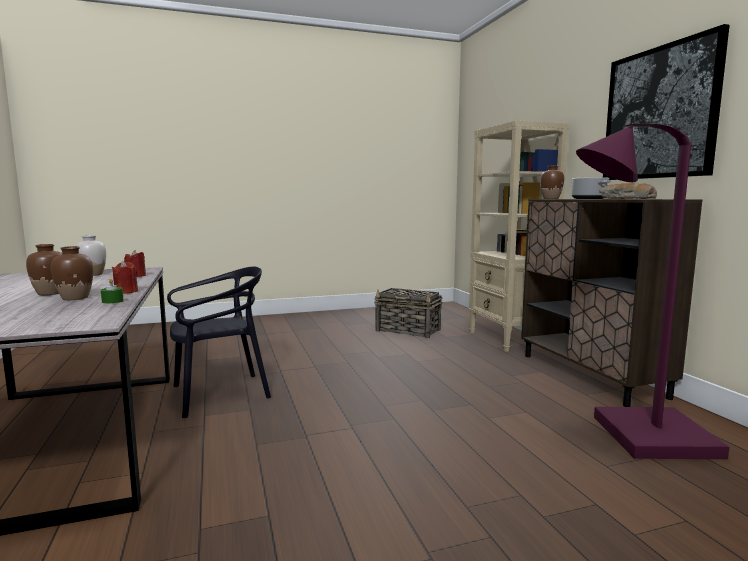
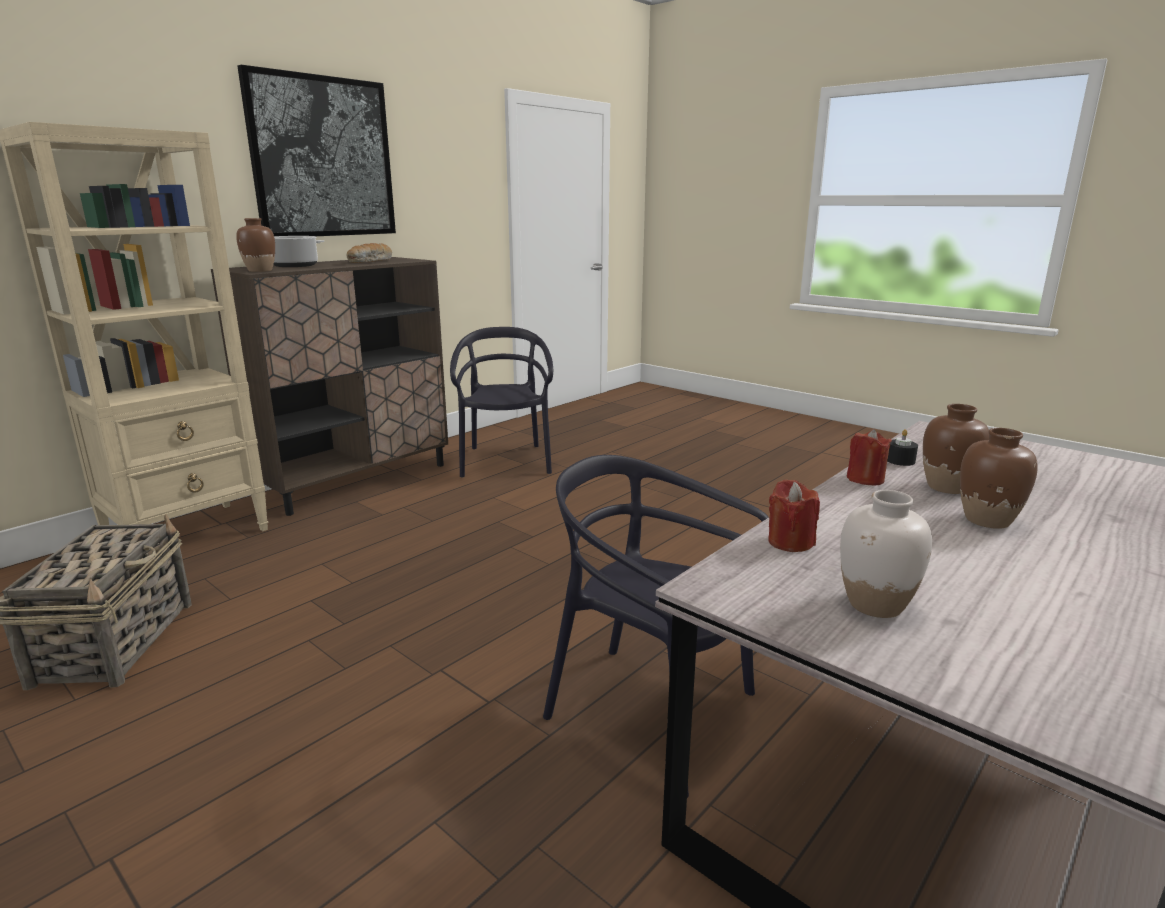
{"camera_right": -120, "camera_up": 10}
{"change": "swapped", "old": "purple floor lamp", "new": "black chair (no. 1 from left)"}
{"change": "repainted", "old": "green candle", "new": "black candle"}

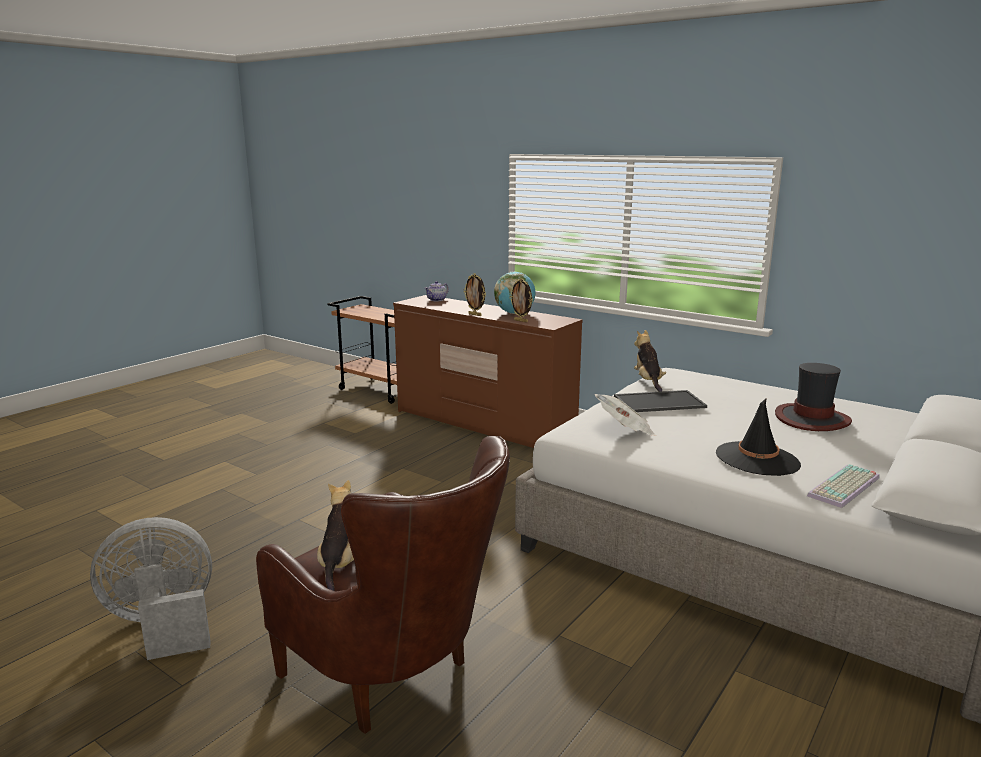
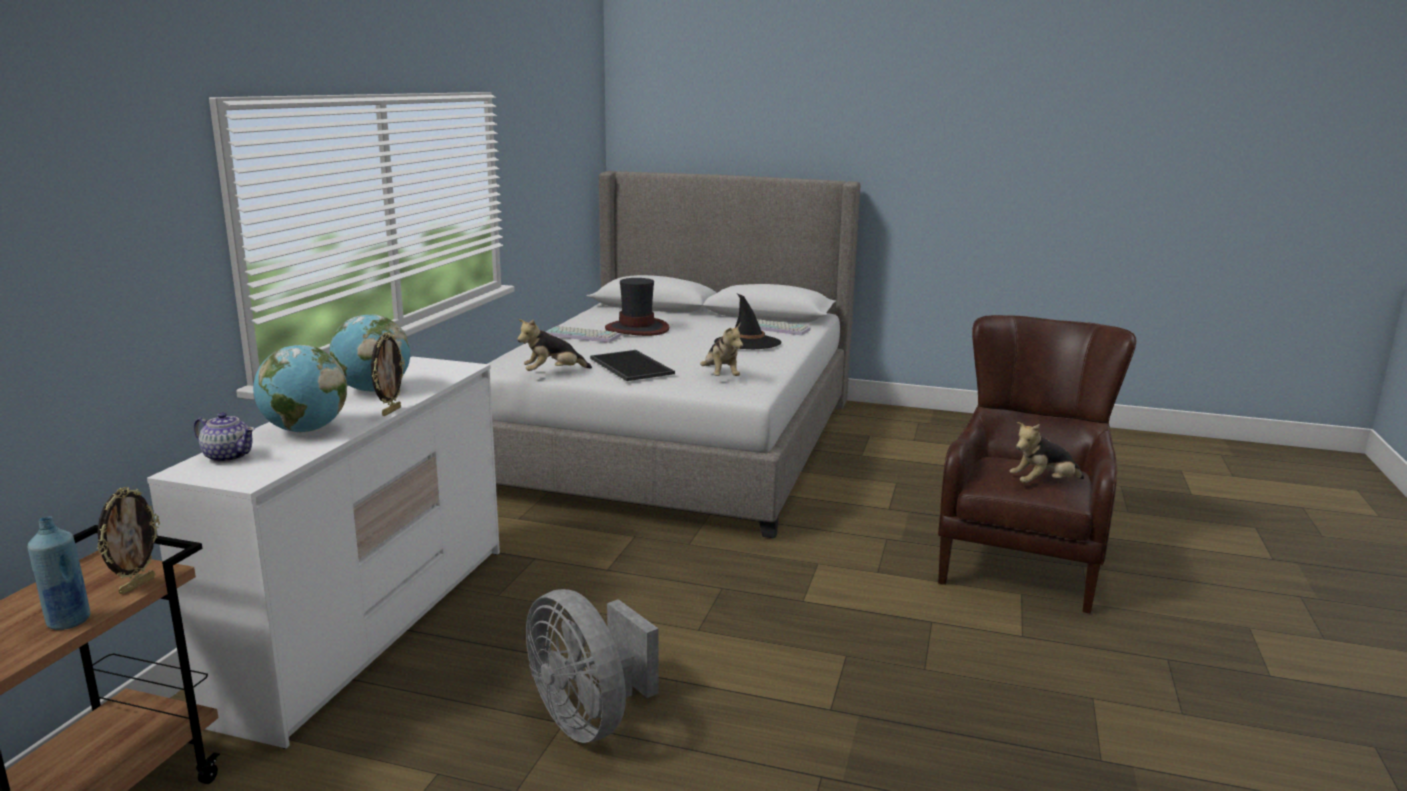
{"camera_right": -110, "camera_up": 0}
{"change": "shifted", "old": "picture frame (no. 2 from left in the first image)", "new": "picture frame (no. 1 from left)"}
{"change": "repainted", "old": "brown dresser", "new": "white dresser"}
{"change": "swapped", "old": "newspaper", "new": "plush toy (no. 2 from left)"}
{"change": "shifted", "old": "grey fan"}
{"change": "new", "new": "keyboard (no. 1 from left)"}
{"change": "new", "new": "globe (no. 1 from left)"}
{"change": "new", "new": "blue bottle"}

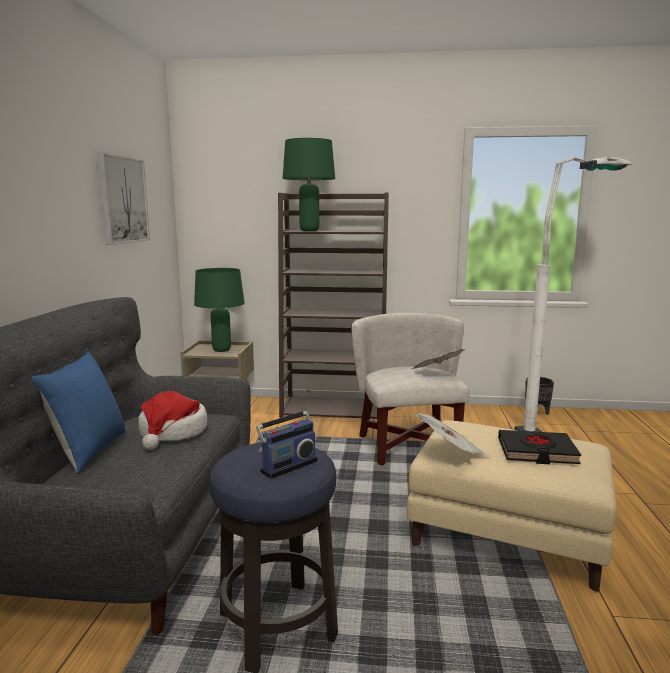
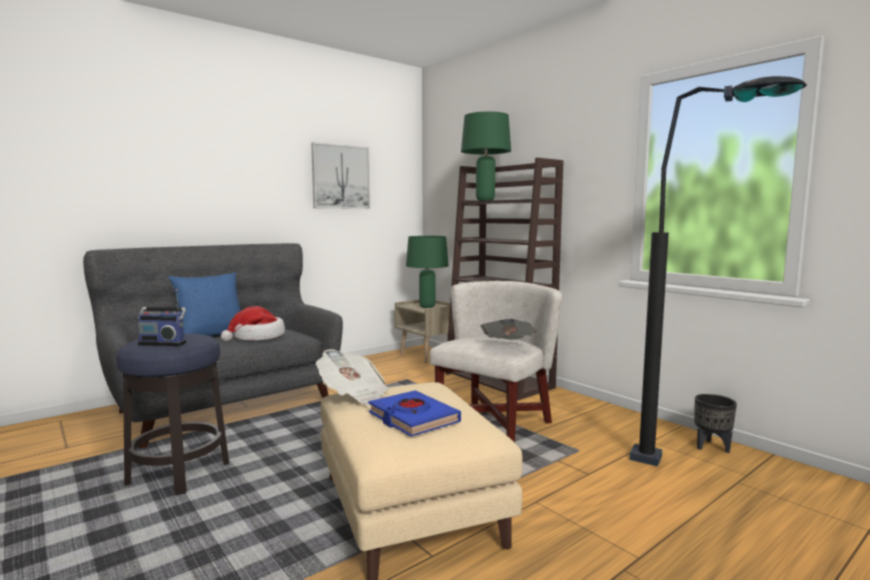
{"camera_right": 45, "camera_up": -5}
{"change": "repainted", "old": "white floor lamp", "new": "black floor lamp"}
{"change": "repainted", "old": "black book", "new": "blue book"}

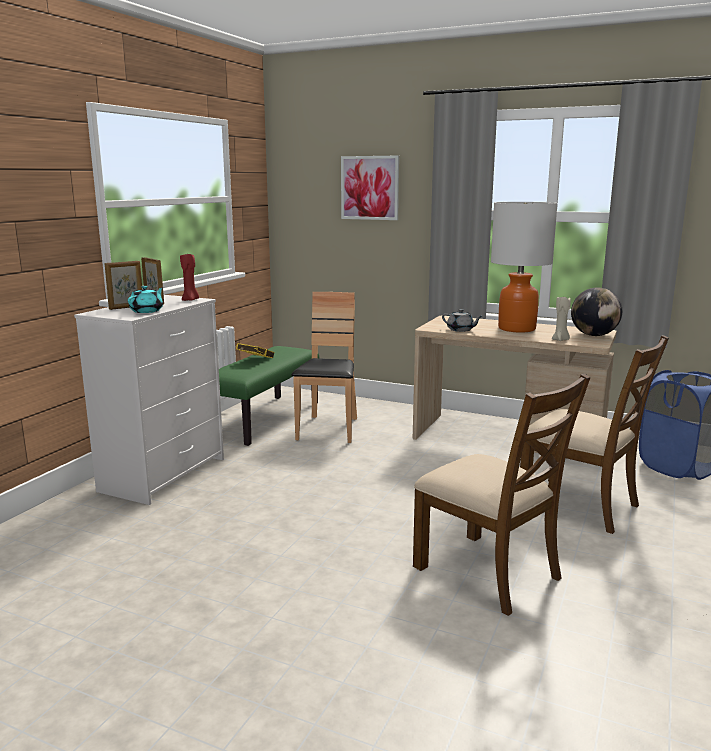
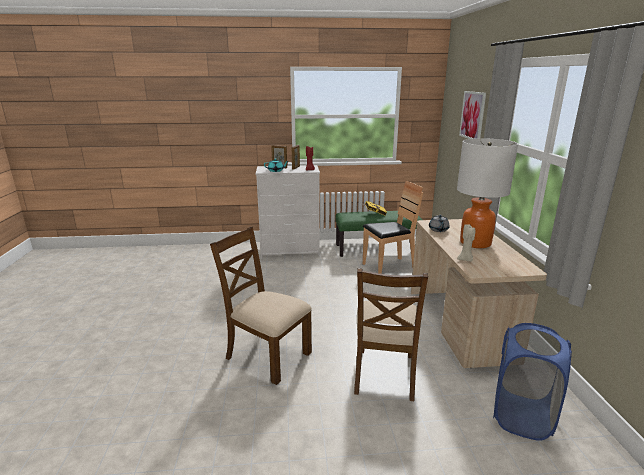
{"camera_right": 60, "camera_up": 5}
{"change": "gone", "old": "globe"}
{"change": "rotated", "old": "brown chair (no. 2 from left in the first image)", "degrees": 105}

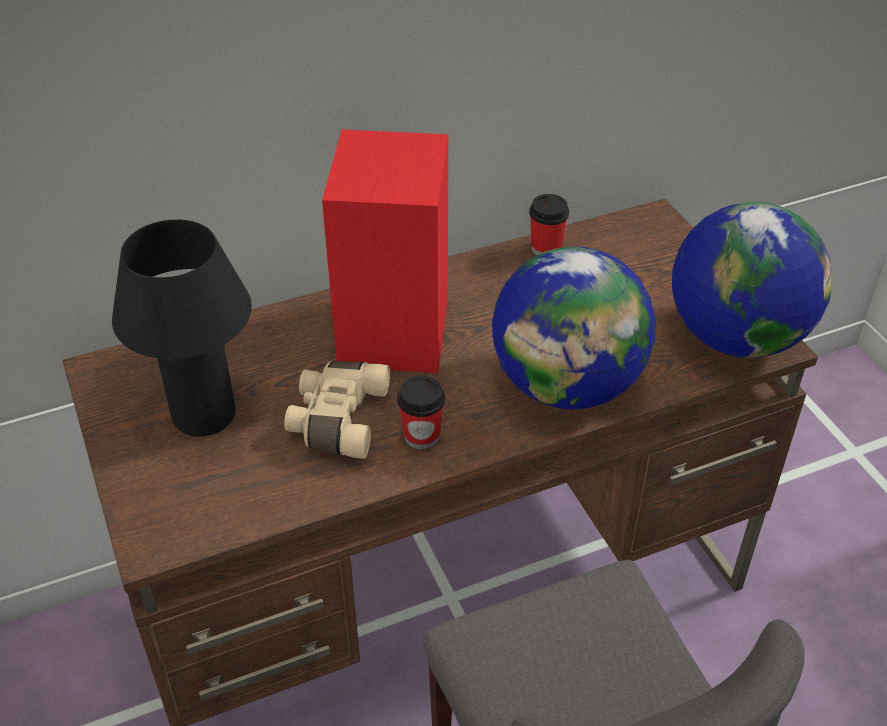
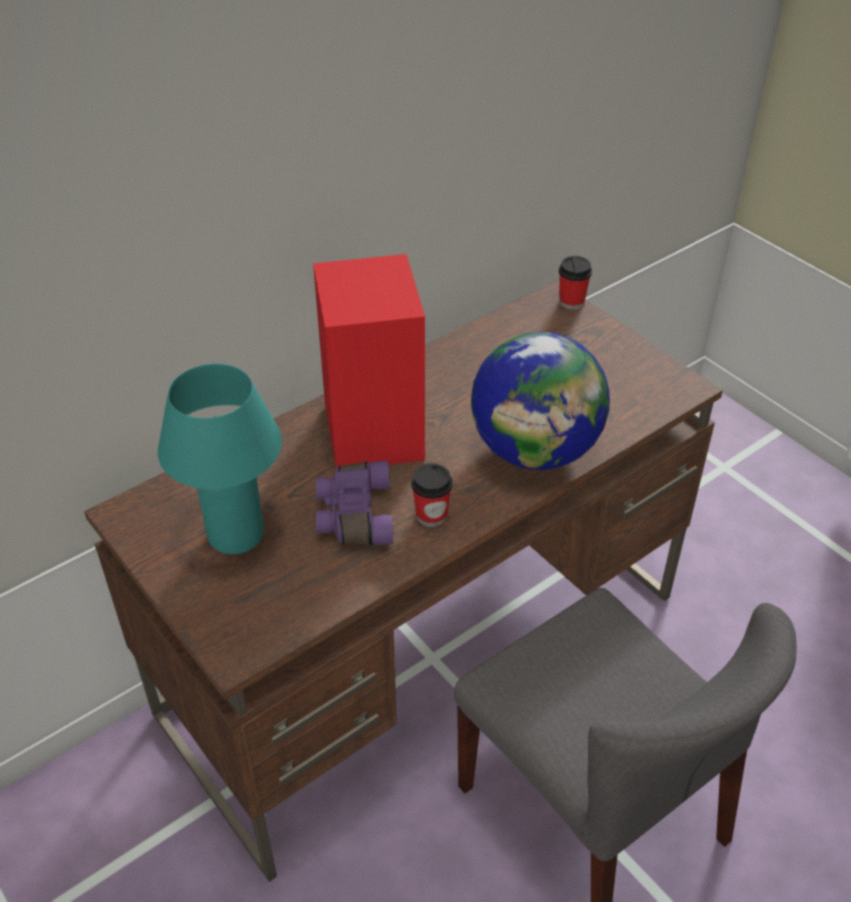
{"camera_right": -15, "camera_up": 0}
{"change": "shifted", "old": "cup (no. 2 from left)"}
{"change": "gone", "old": "globe (no. 2 from left)"}
{"change": "repainted", "old": "black table lamp", "new": "turquoise table lamp"}
{"change": "repainted", "old": "beige binoculars", "new": "purple binoculars"}

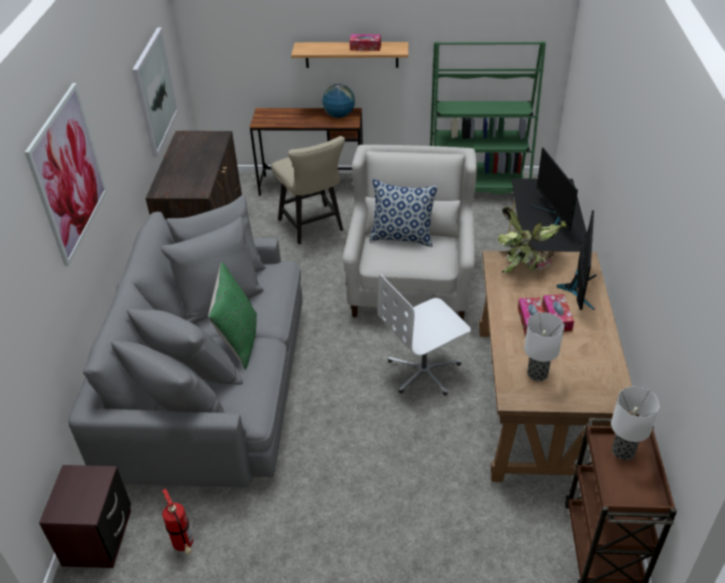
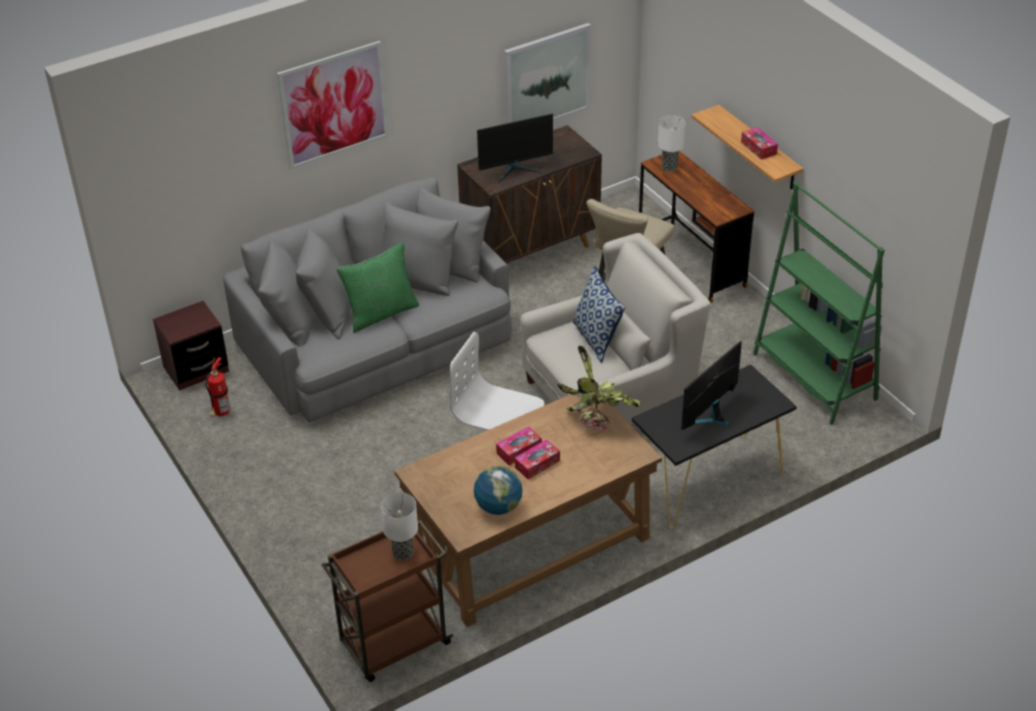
{"camera_right": 55, "camera_up": 0}
{"change": "shifted", "old": "globe"}
{"change": "shifted", "old": "monitor (no. 2 from left in the first image)", "new": "monitor (no. 1 from left)"}
{"change": "shifted", "old": "table lamp (no. 1 from left in the first image)", "new": "table lamp (no. 2 from left)"}

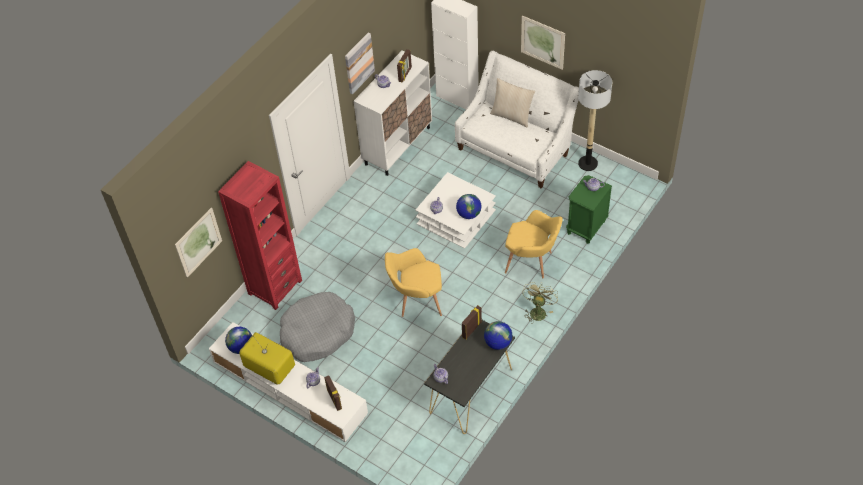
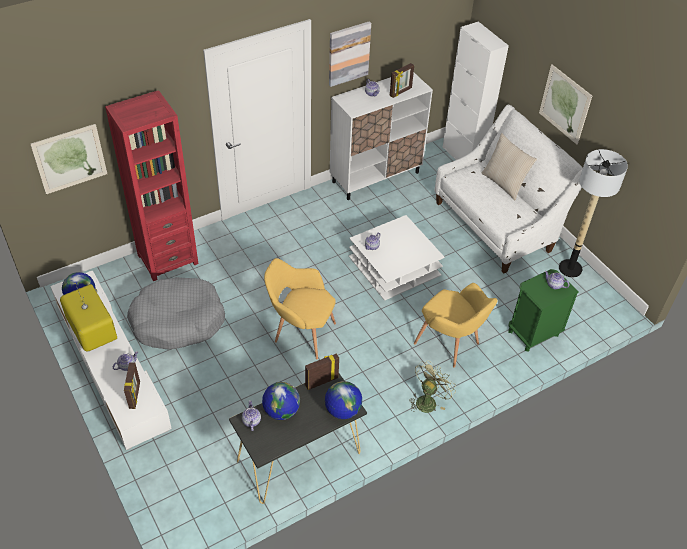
{"camera_right": 20, "camera_up": -5}
{"change": "shifted", "old": "globe (no. 2 from left)"}

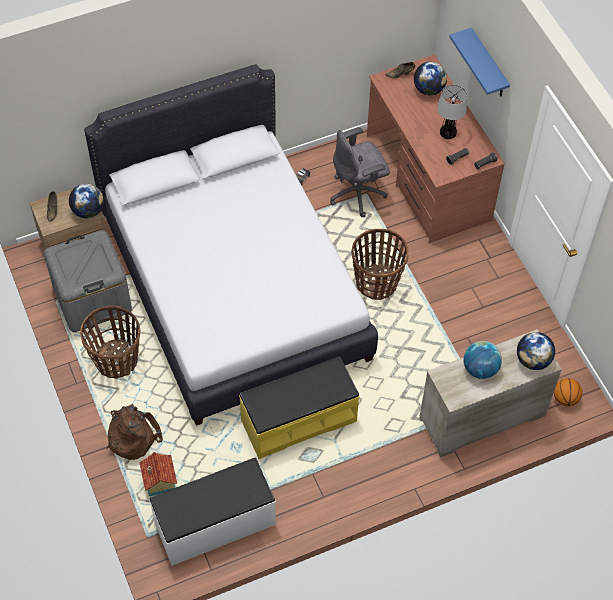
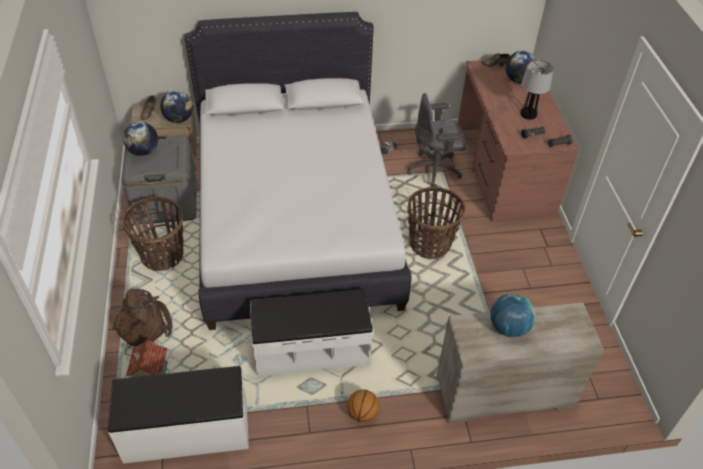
{"camera_right": 15, "camera_up": -10}
{"change": "gone", "old": "blue shelf"}
{"change": "shifted", "old": "globe (no. 4 from left in the first image)", "new": "globe (no. 1 from left)"}
{"change": "repainted", "old": "yellow bench", "new": "white bench (no. 2 from left)"}
{"change": "shifted", "old": "basketball"}

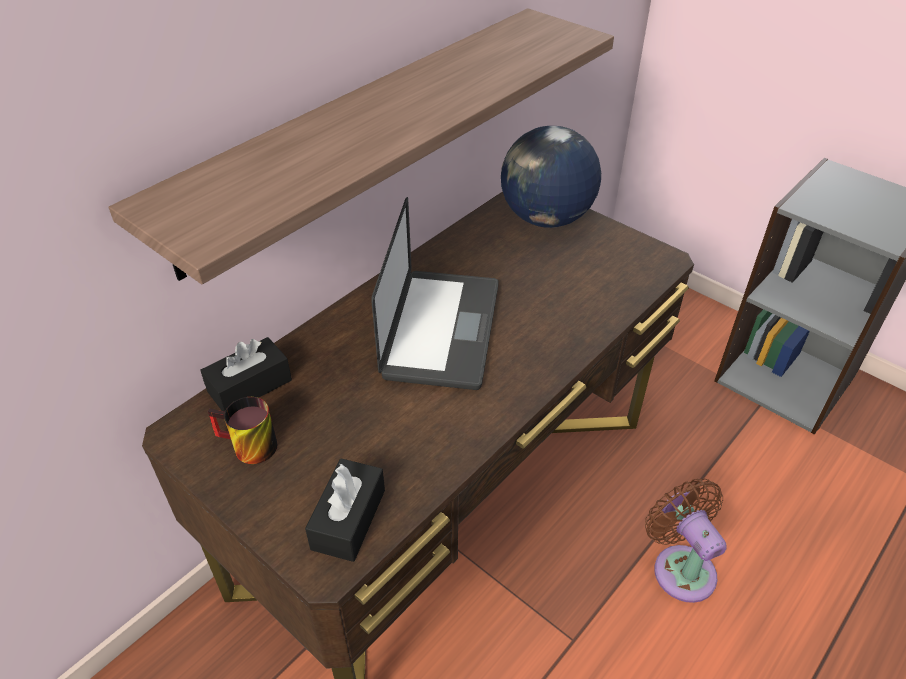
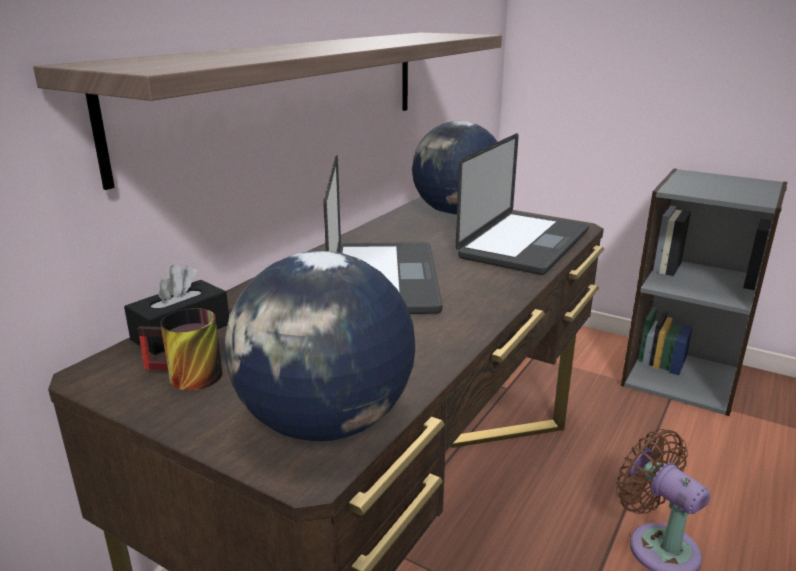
{"camera_right": -10, "camera_up": -20}
{"change": "swapped", "old": "black tissue box (no. 2 from left)", "new": "globe (no. 1 from left)"}
{"change": "new", "new": "laptop (no. 2 from left)"}

